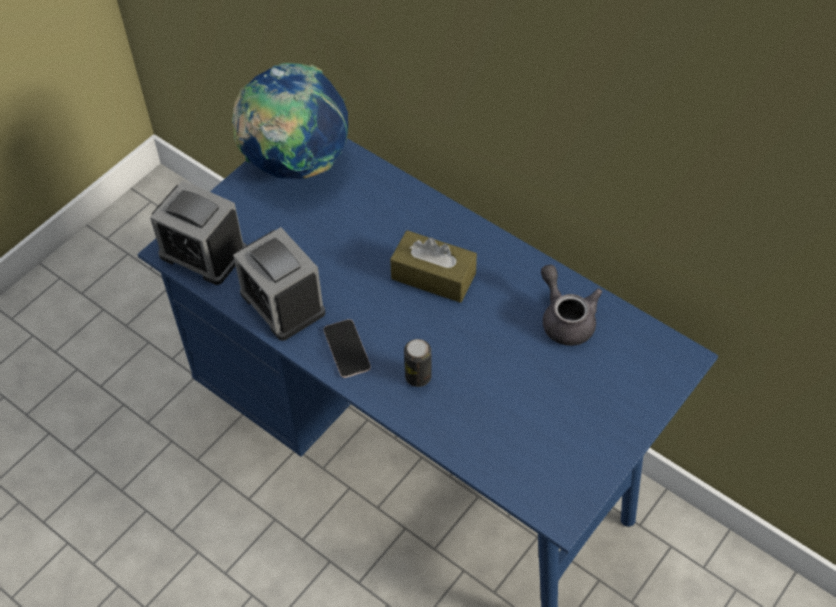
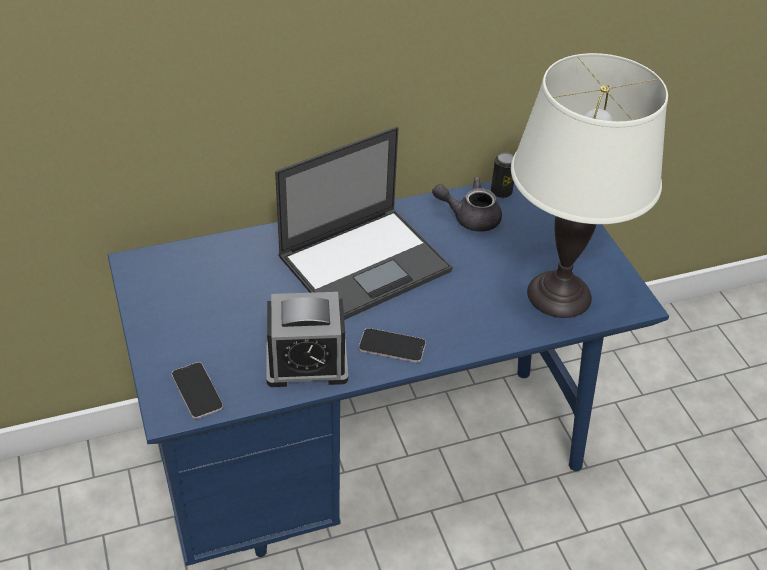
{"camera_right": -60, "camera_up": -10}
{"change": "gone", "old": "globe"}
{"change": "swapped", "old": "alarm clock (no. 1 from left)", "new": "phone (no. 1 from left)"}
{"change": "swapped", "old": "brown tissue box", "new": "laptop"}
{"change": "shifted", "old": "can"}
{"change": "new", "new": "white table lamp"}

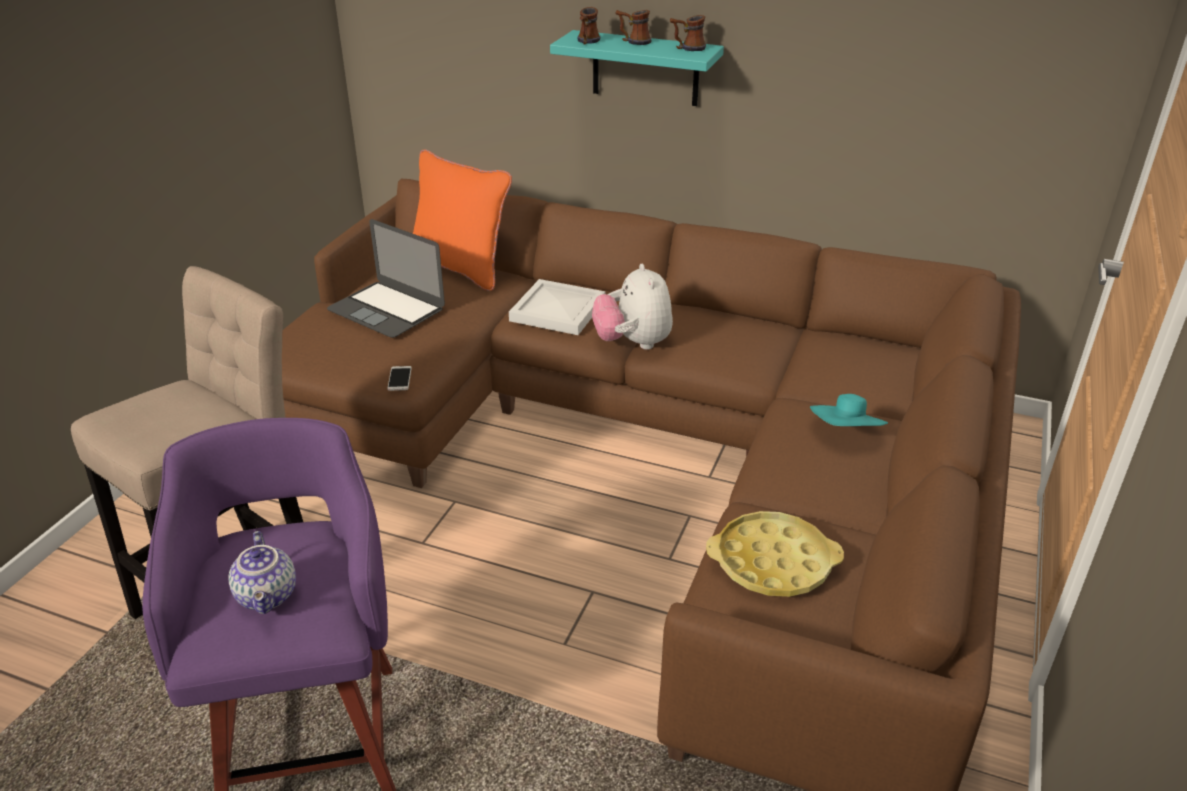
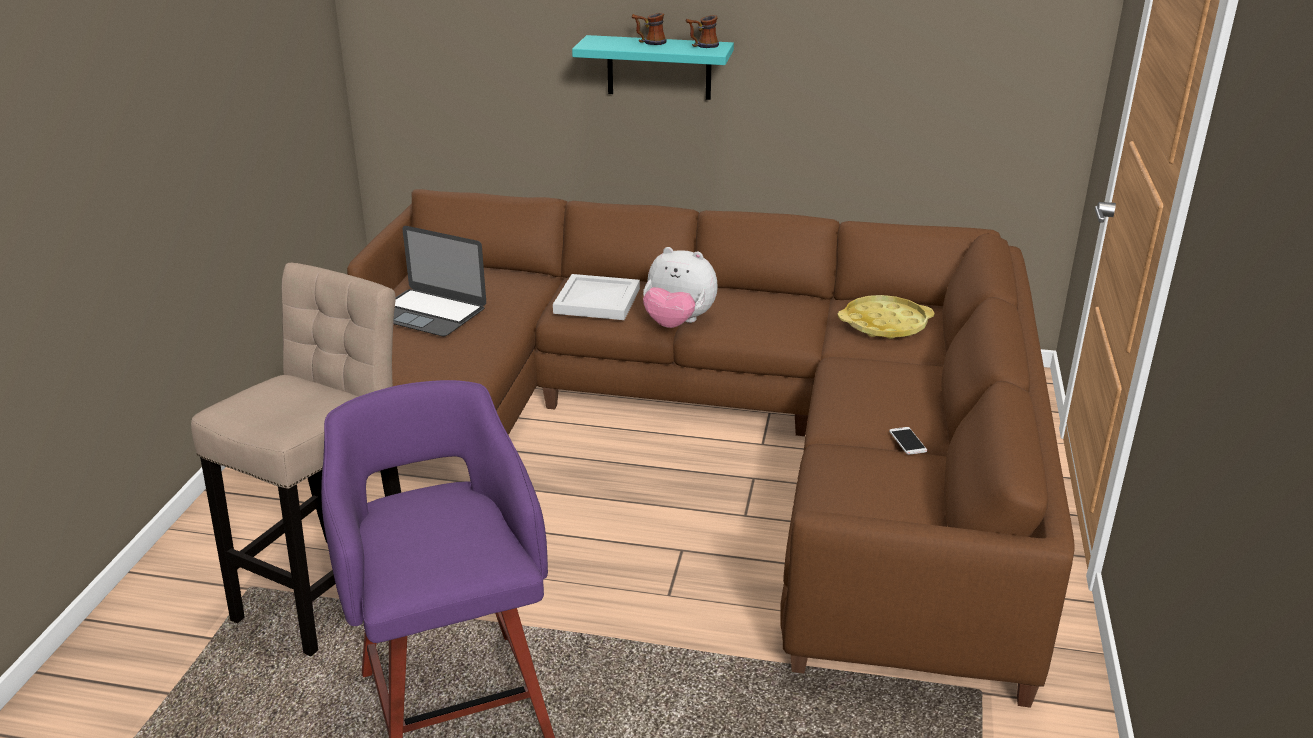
{"camera_right": -10, "camera_up": -5}
{"change": "gone", "old": "mug (no. 1 from left)"}
{"change": "gone", "old": "orange pillow"}
{"change": "rotated", "old": "plush toy", "degrees": -45}
{"change": "shifted", "old": "phone"}
{"change": "gone", "old": "turquoise hat"}
{"change": "shifted", "old": "yellow tray"}
{"change": "gone", "old": "teapot"}

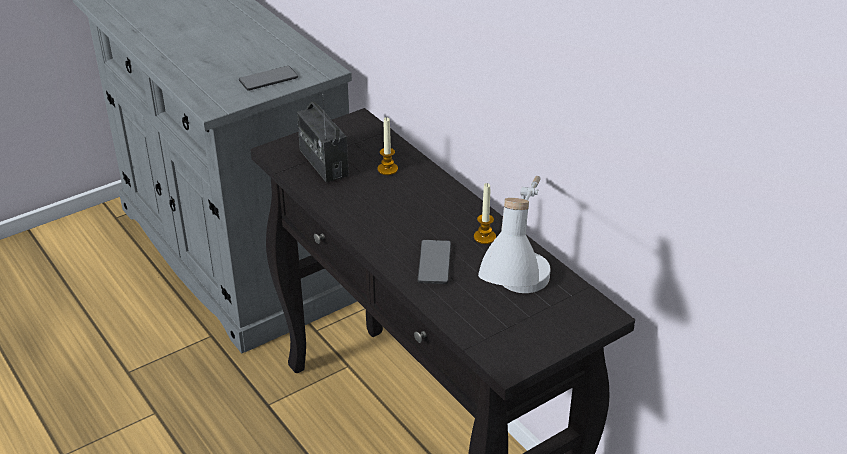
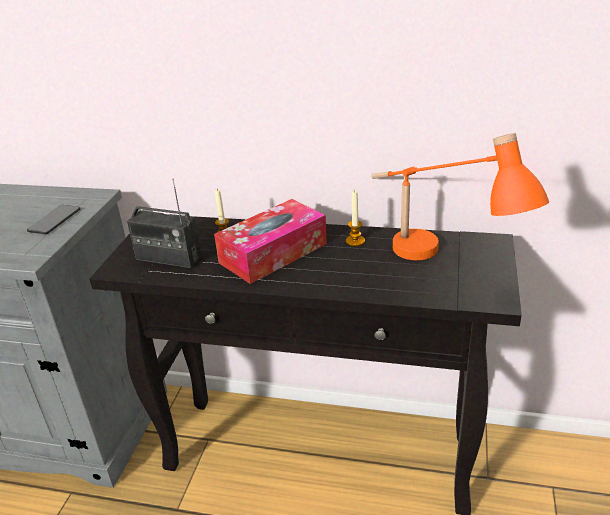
{"camera_right": -40, "camera_up": -5}
{"change": "repainted", "old": "white table lamp", "new": "orange table lamp"}
{"change": "gone", "old": "phone (no. 2 from left)"}
{"change": "new", "new": "tissue box"}

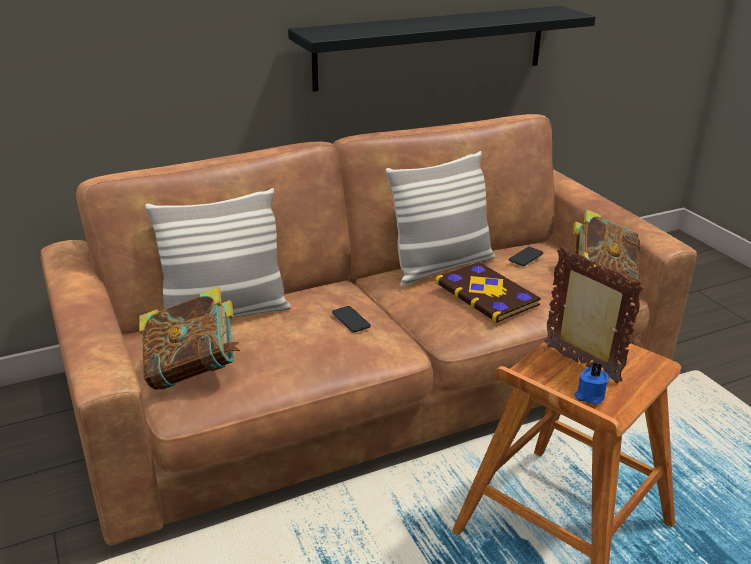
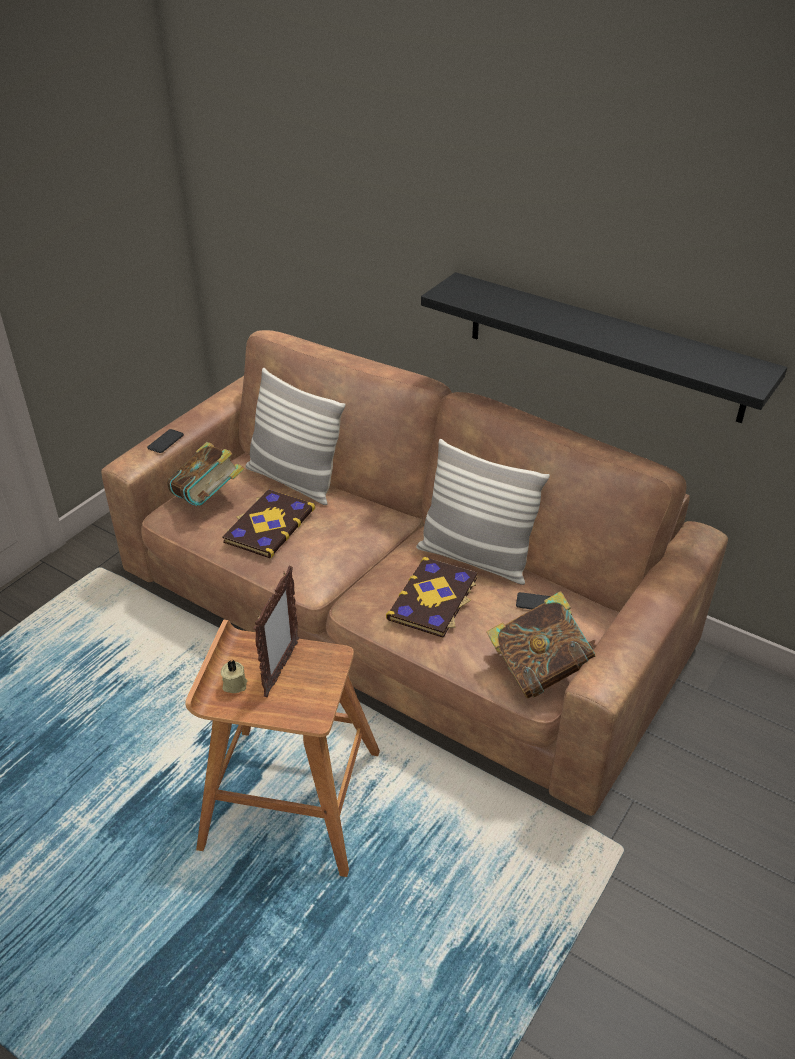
{"camera_right": 60, "camera_up": 10}
{"change": "shifted", "old": "phone (no. 1 from left)"}
{"change": "repainted", "old": "blue candle", "new": "beige candle"}
{"change": "new", "new": "book (no. 2 from left)"}

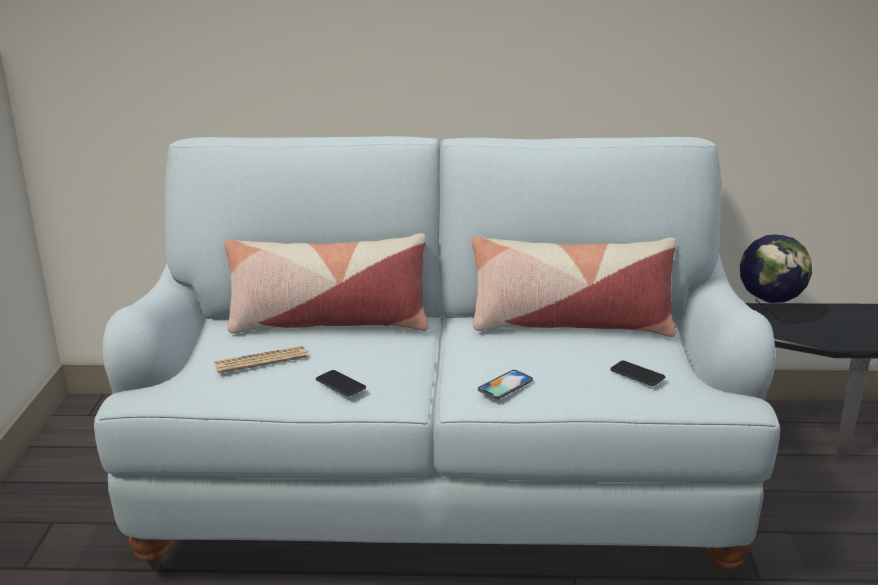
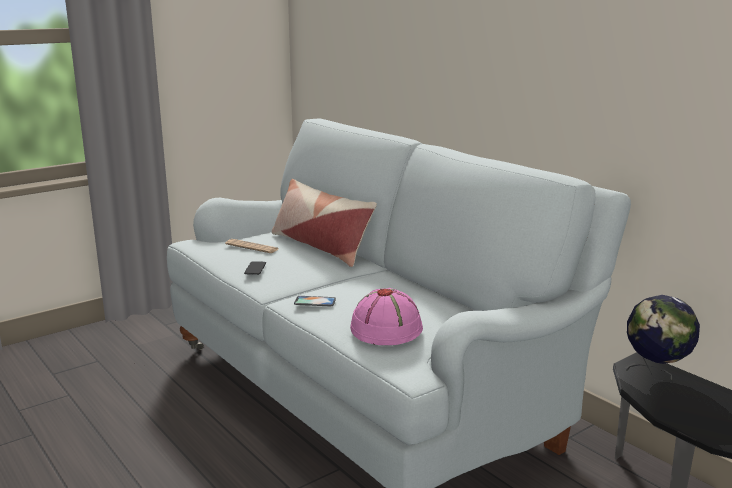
{"camera_right": 50, "camera_up": -5}
{"change": "gone", "old": "pillow (no. 2 from left)"}
{"change": "swapped", "old": "phone (no. 3 from left)", "new": "pink hat"}

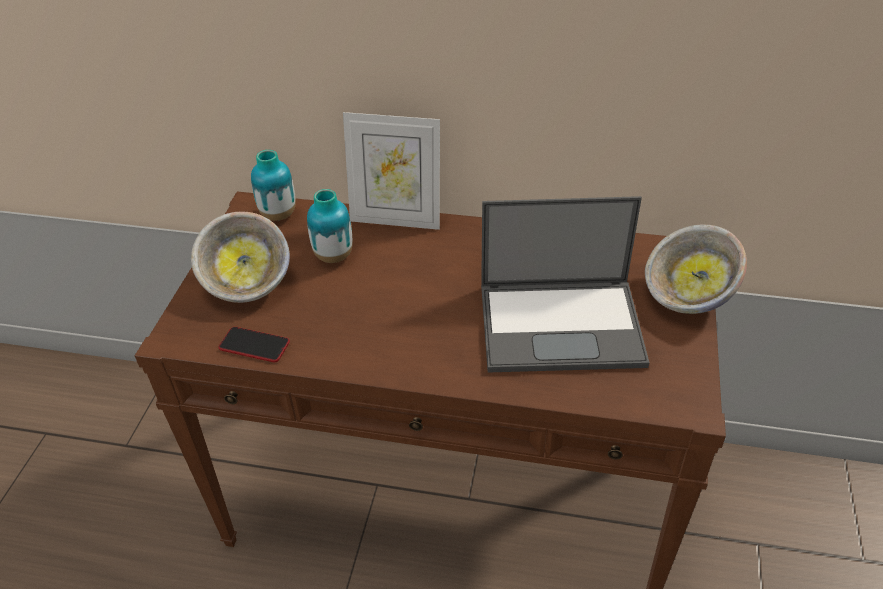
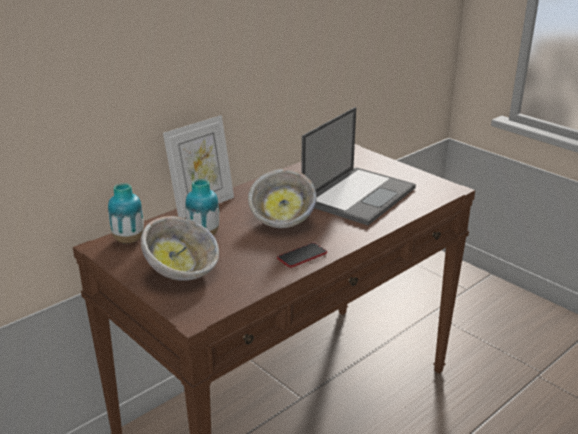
{"camera_right": -55, "camera_up": -15}
{"change": "shifted", "old": "bowl (no. 2 from left)"}
{"change": "shifted", "old": "phone"}

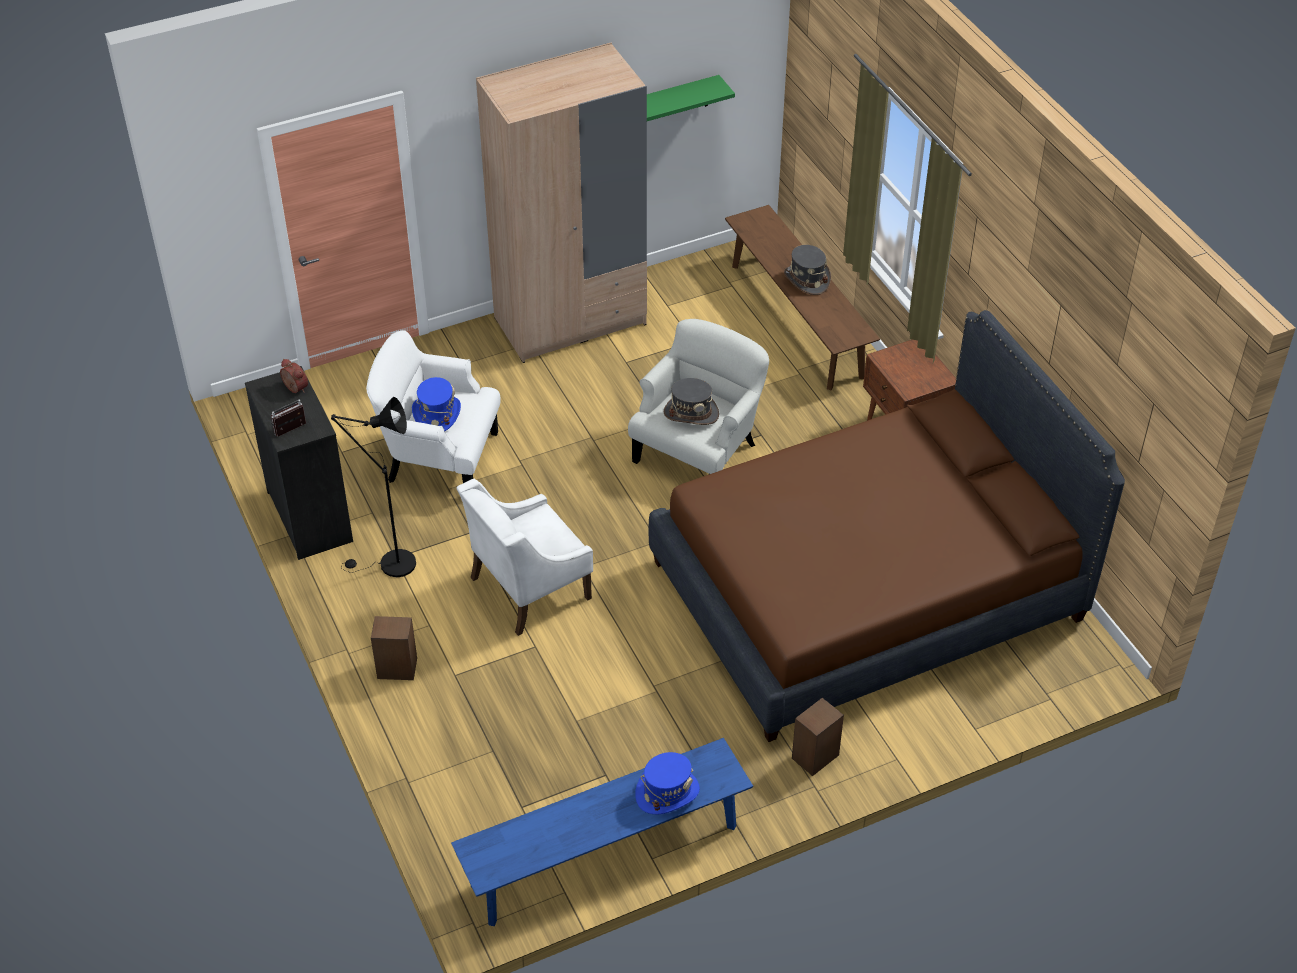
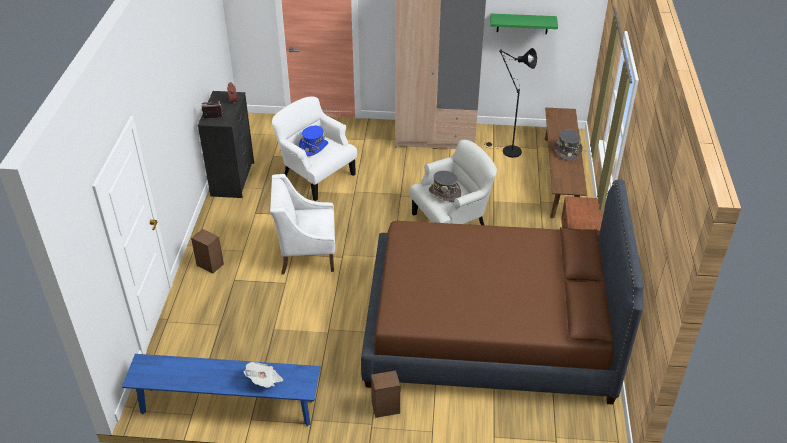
{"camera_right": 30, "camera_up": -5}
{"change": "shifted", "old": "black floor lamp"}
{"change": "swapped", "old": "blue hat (no. 2 from left)", "new": "newspaper"}

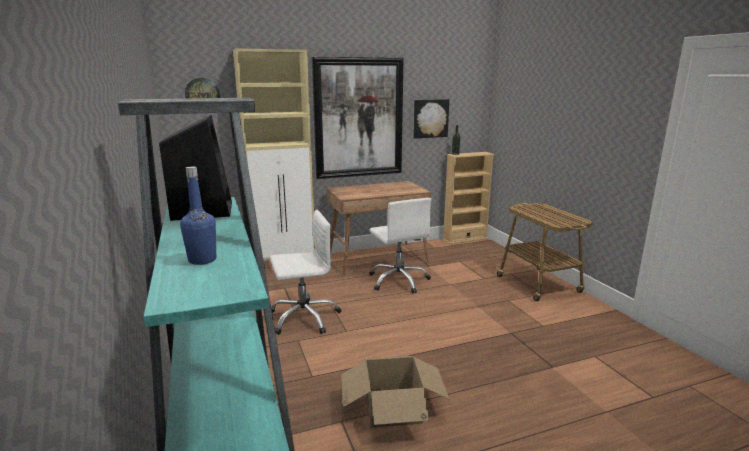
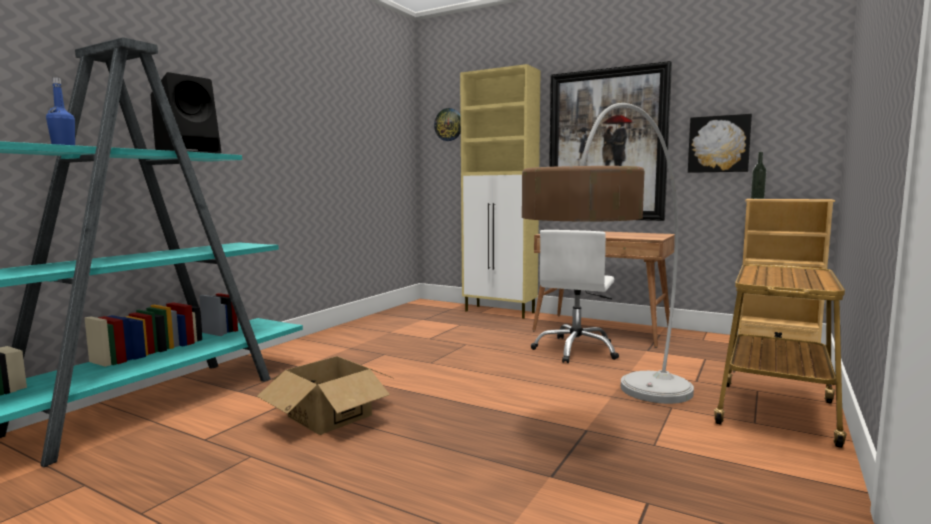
{"camera_right": 50, "camera_up": -10}
{"change": "gone", "old": "white office chair (no. 1 from left)"}
{"change": "new", "new": "floor lamp"}

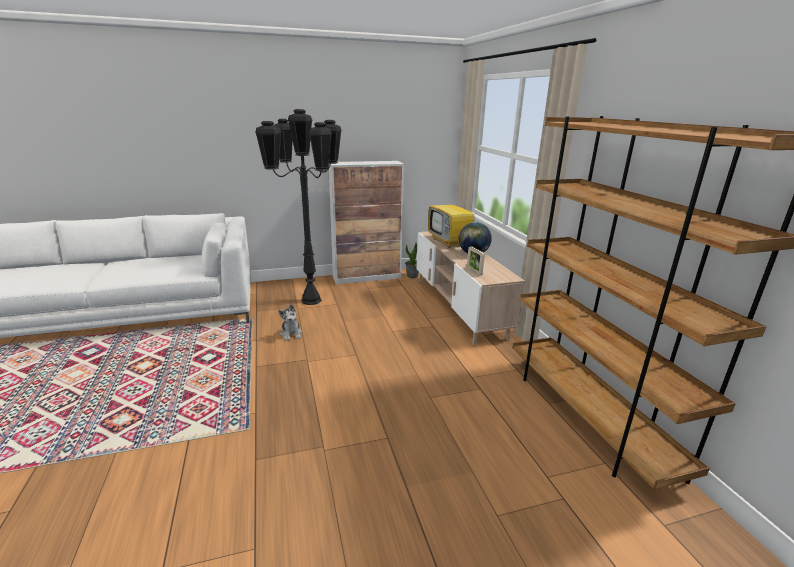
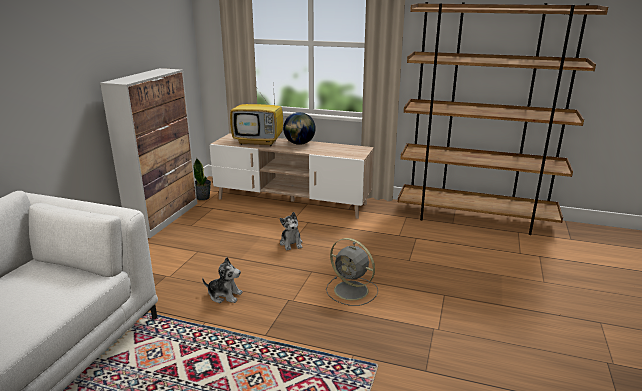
{"camera_right": -55, "camera_up": 0}
{"change": "gone", "old": "black floor lamp"}
{"change": "gone", "old": "picture frame"}
{"change": "new", "new": "plush toy (no. 2 from left)"}
{"change": "new", "new": "grey fan"}

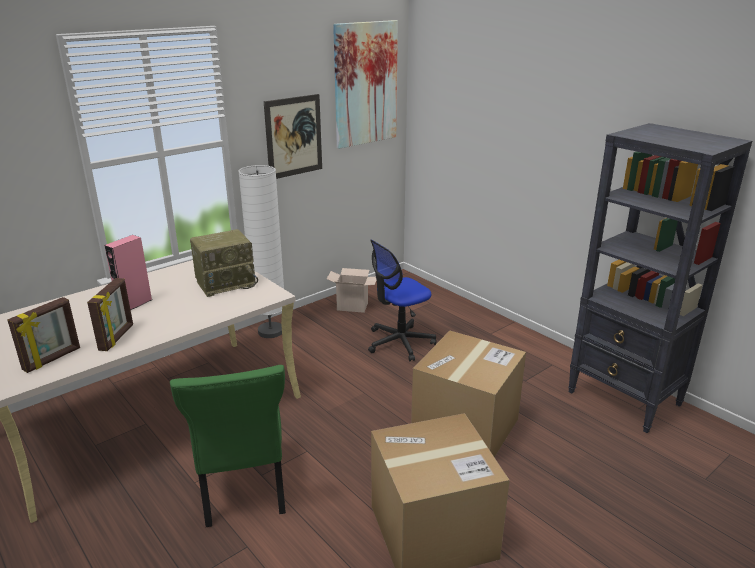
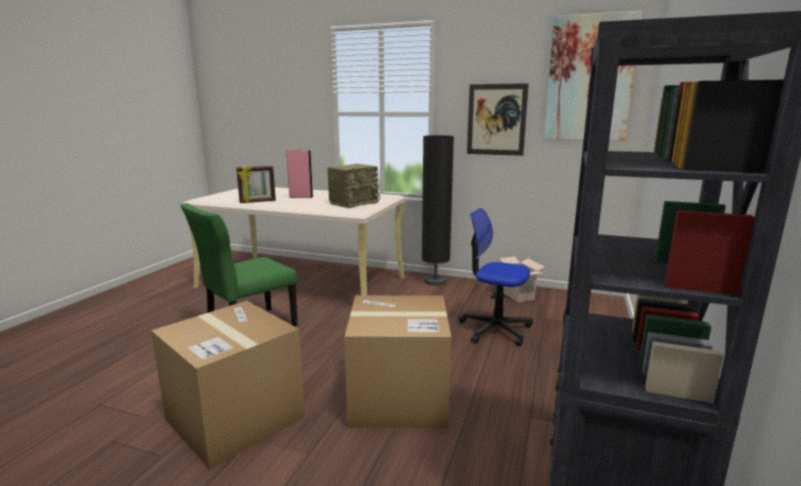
{"camera_right": 60, "camera_up": -10}
{"change": "repainted", "old": "white floor lamp", "new": "black floor lamp"}
{"change": "rotated", "old": "radio", "degrees": -75}
{"change": "gone", "old": "picture frame (no. 1 from left)"}

